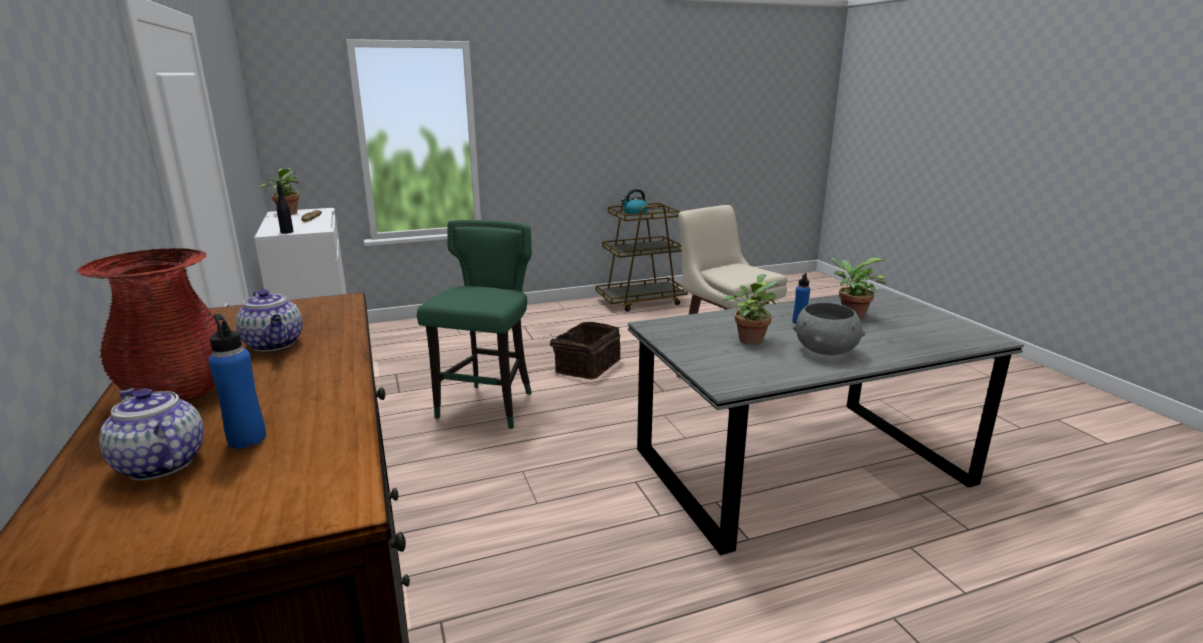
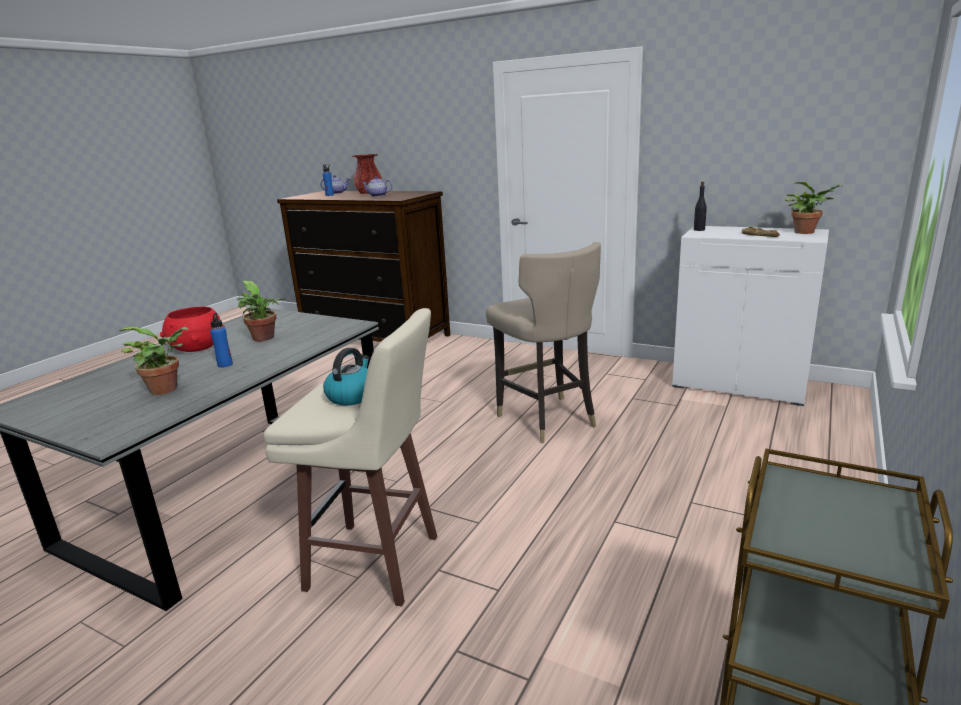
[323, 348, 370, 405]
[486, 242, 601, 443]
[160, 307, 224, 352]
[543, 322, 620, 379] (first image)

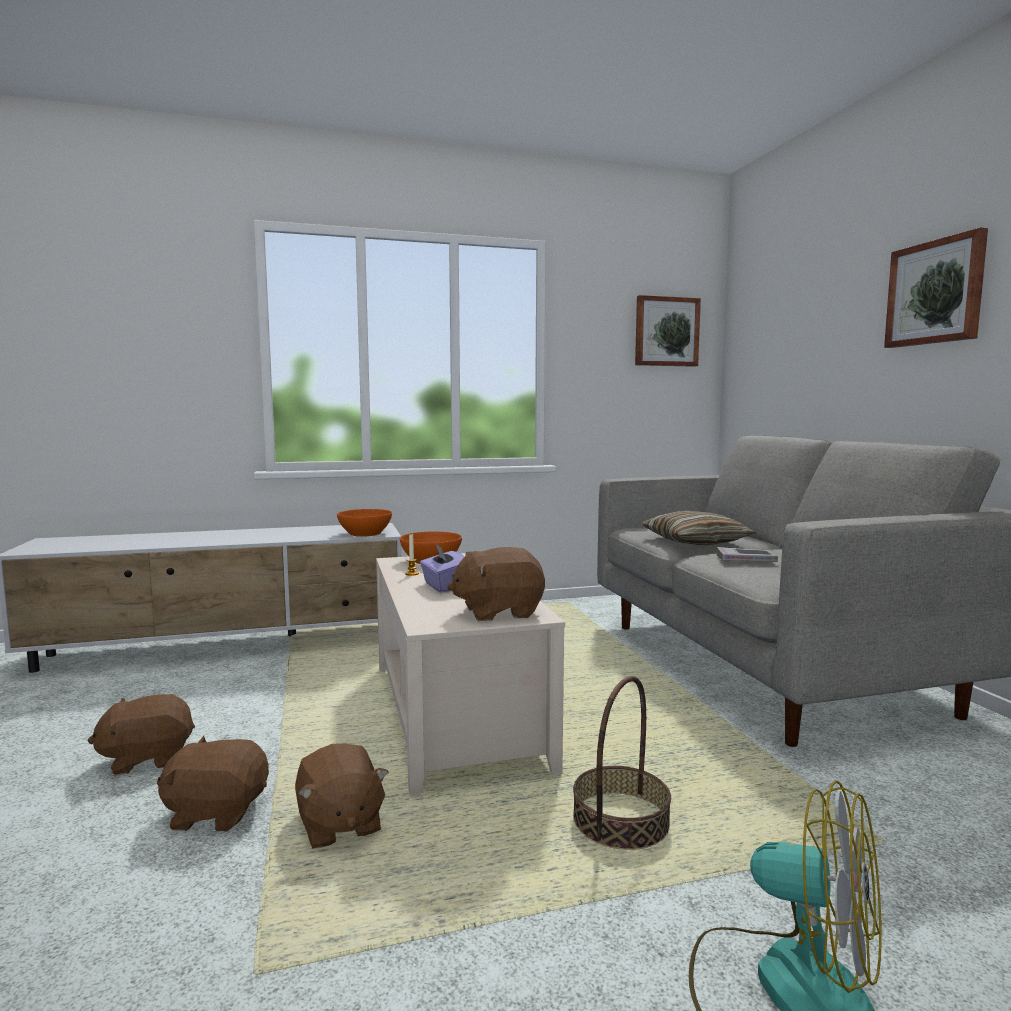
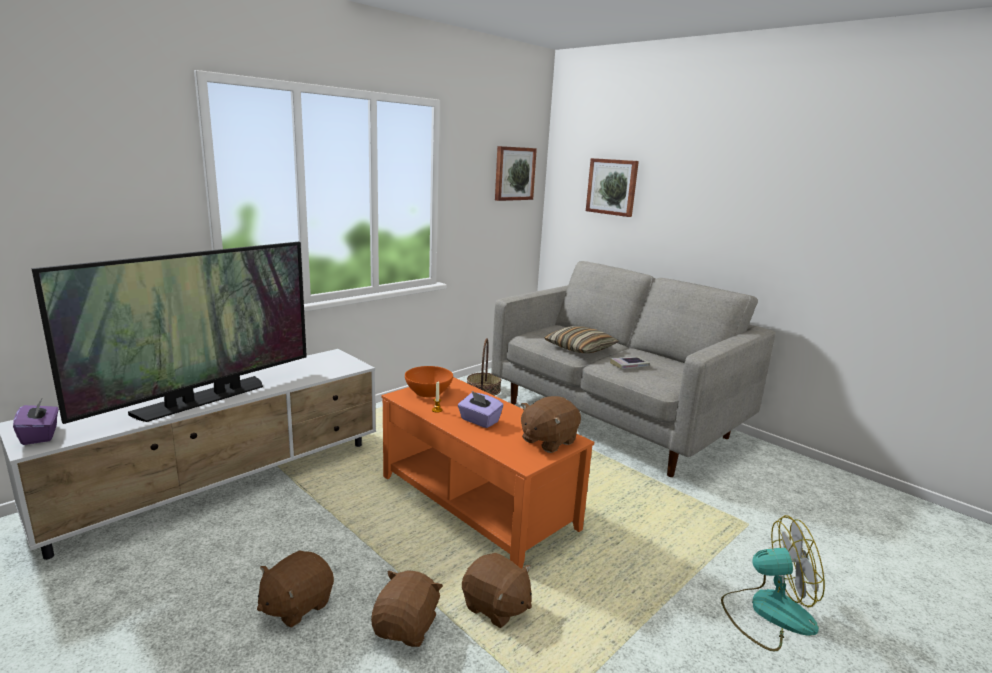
[586, 158, 639, 217]
[337, 509, 392, 537] (first image)
[382, 377, 594, 569]
[467, 338, 501, 396]
[371, 570, 443, 647]
[32, 242, 307, 424]
[13, 397, 58, 445]

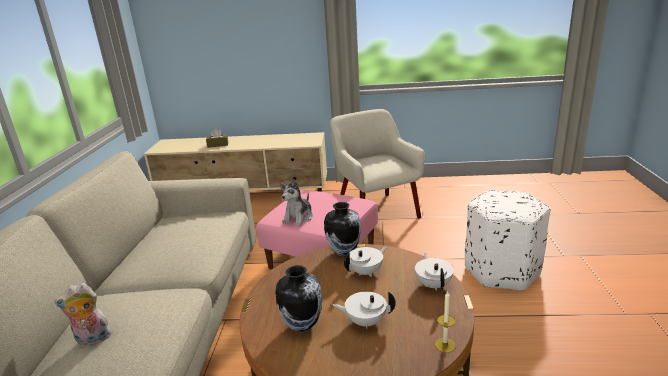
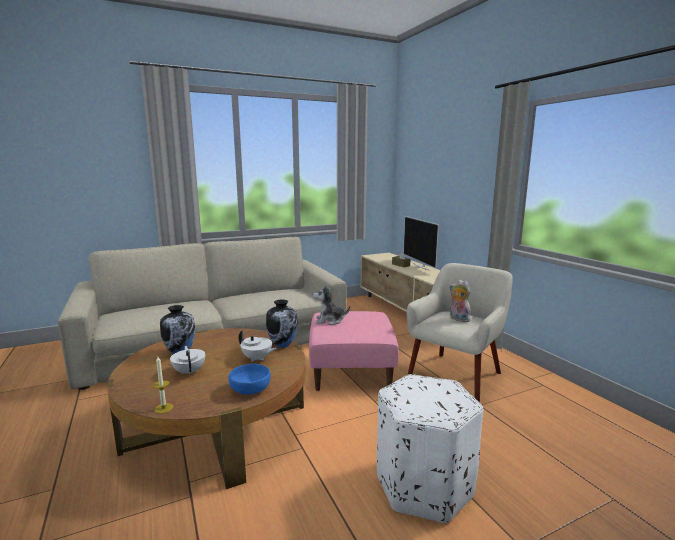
[228, 364, 270, 395]
[449, 280, 471, 322]
[403, 216, 439, 270]

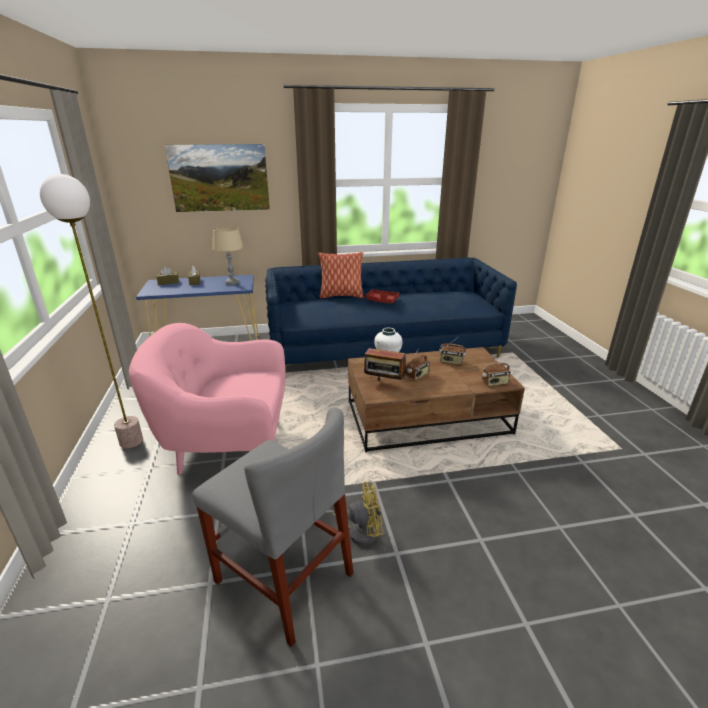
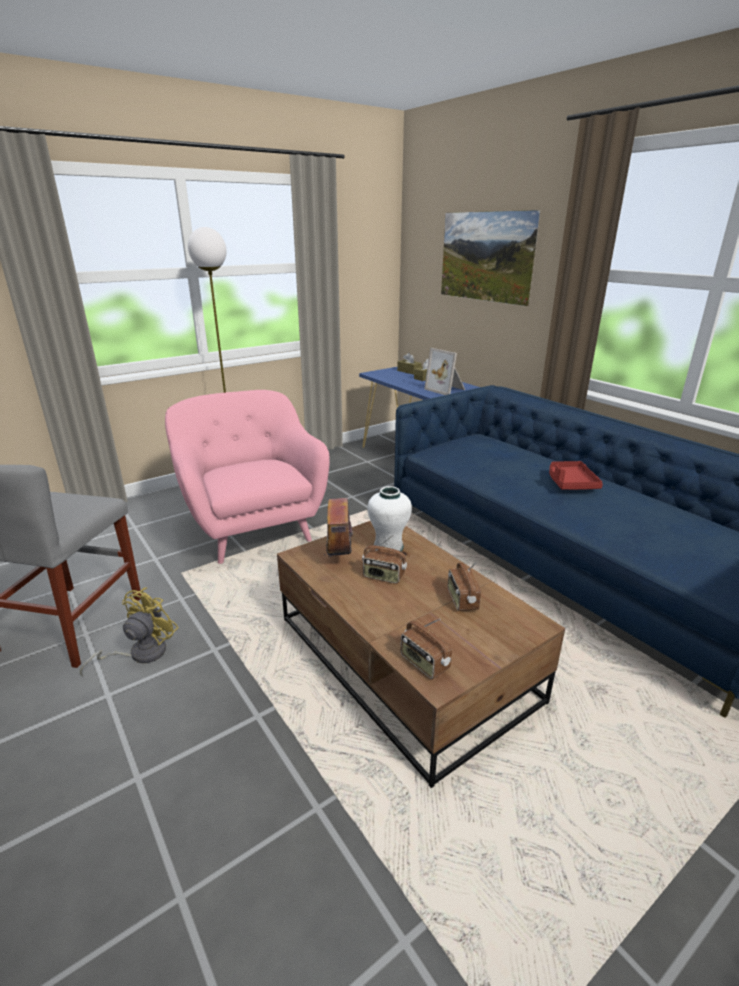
[424, 348, 465, 395]
[318, 252, 364, 298] (first image)
[80, 587, 179, 676]

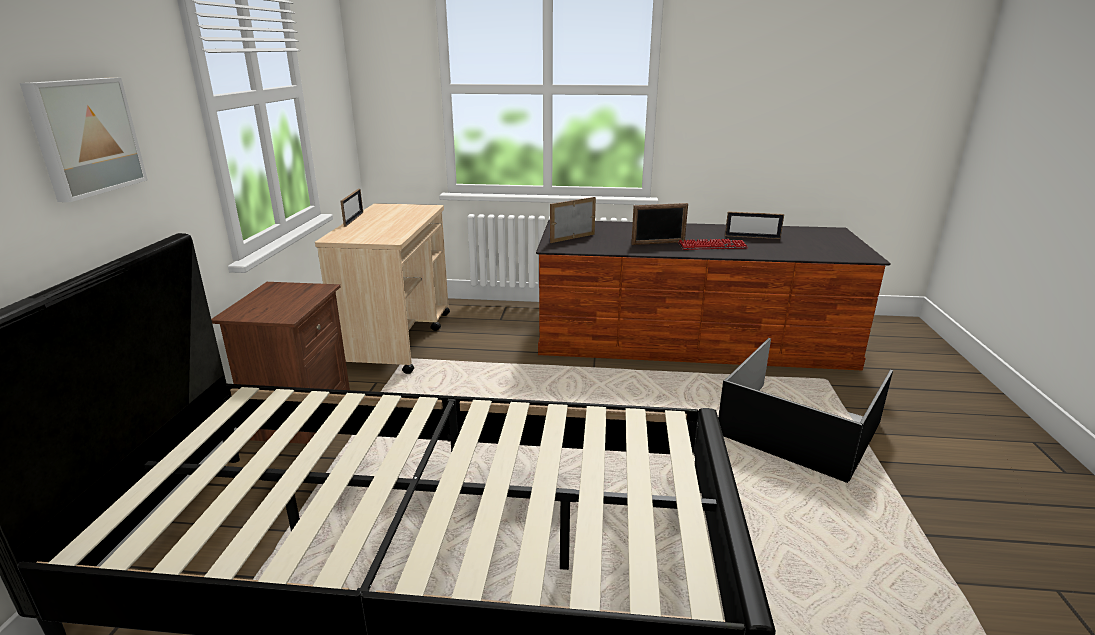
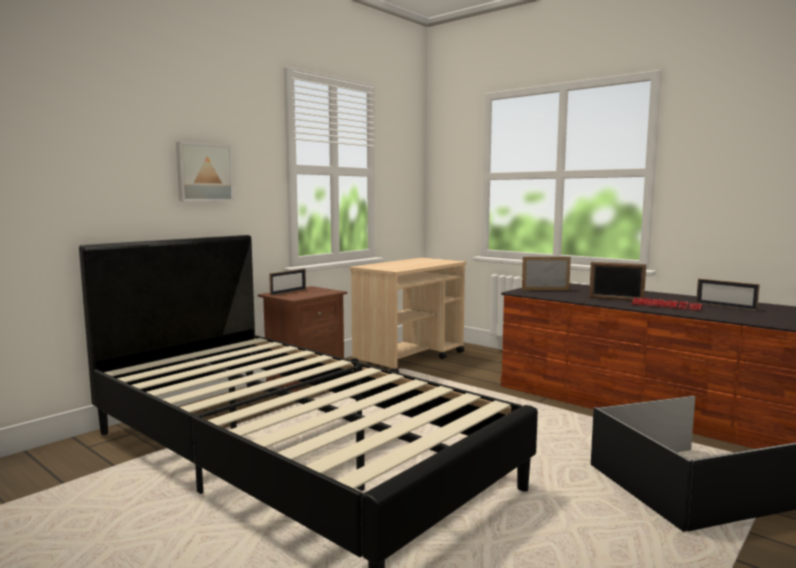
[269, 269, 306, 296]

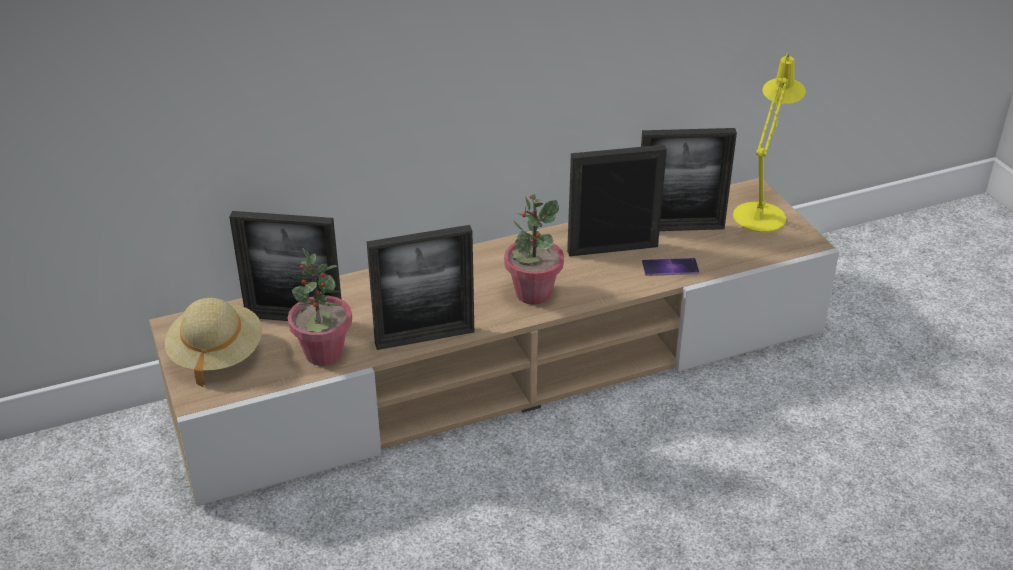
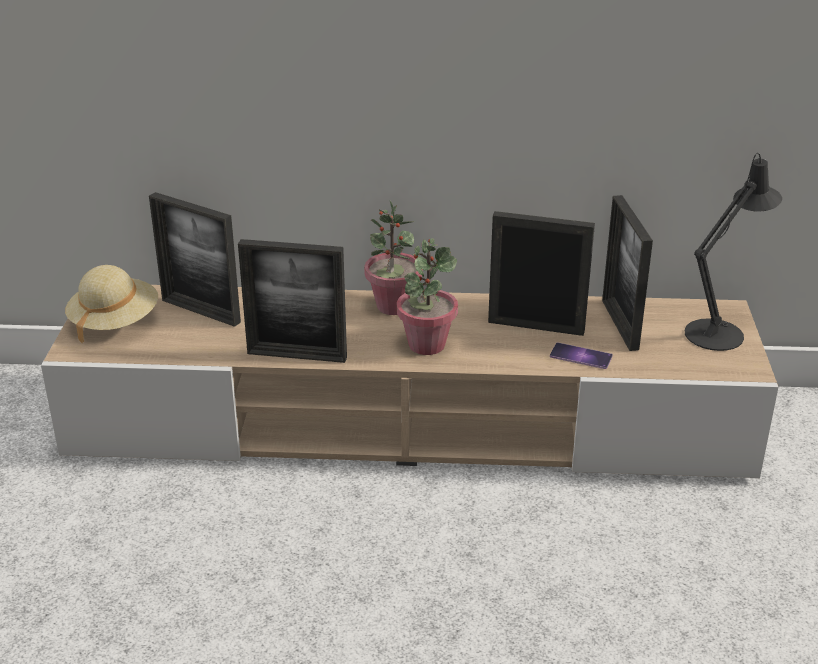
[685, 153, 782, 351]
[602, 195, 653, 351]
[364, 201, 423, 315]

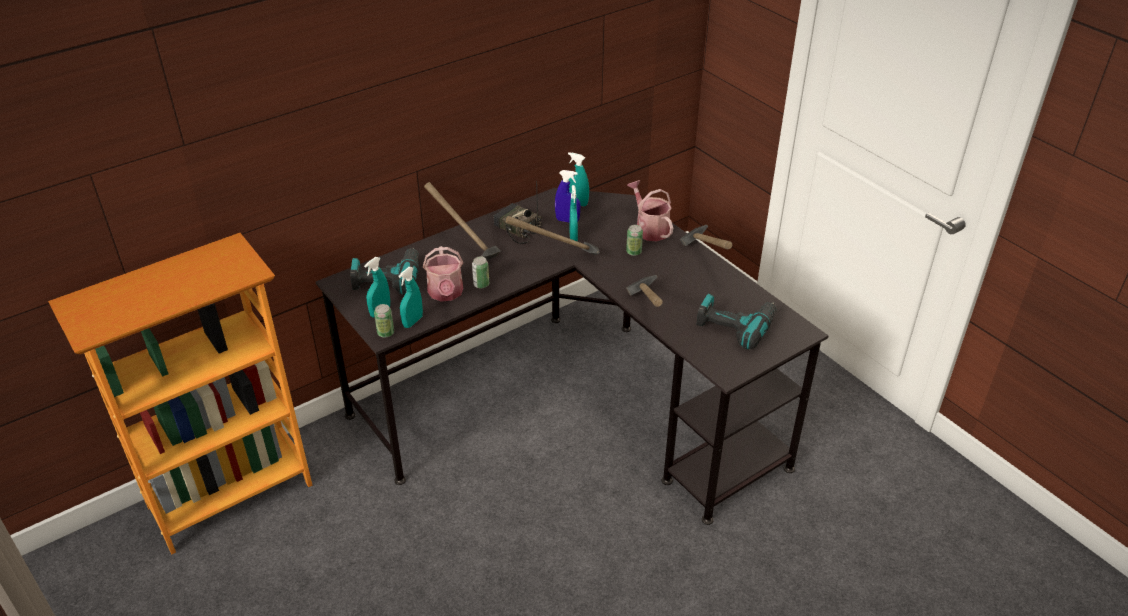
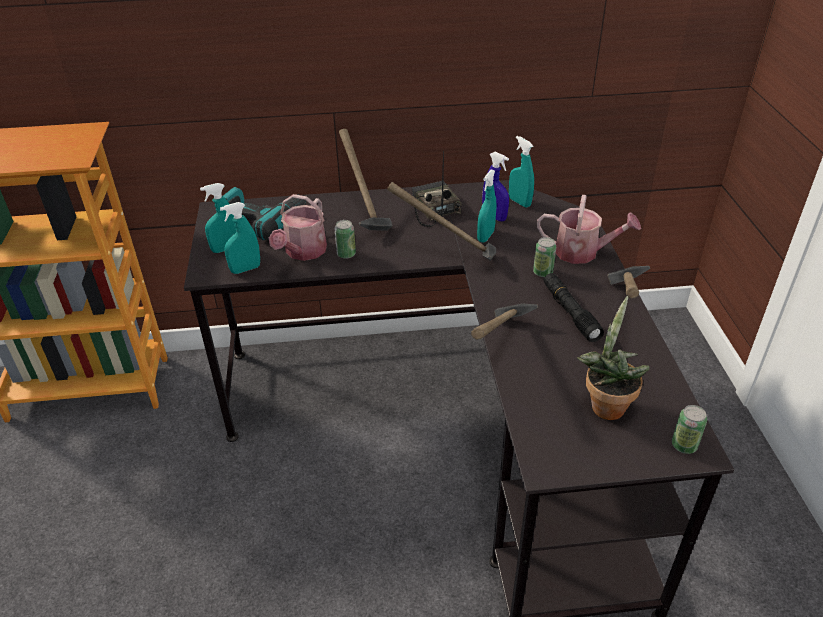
[537, 195, 641, 264]
[577, 296, 650, 420]
[672, 405, 707, 454]
[544, 273, 604, 342]

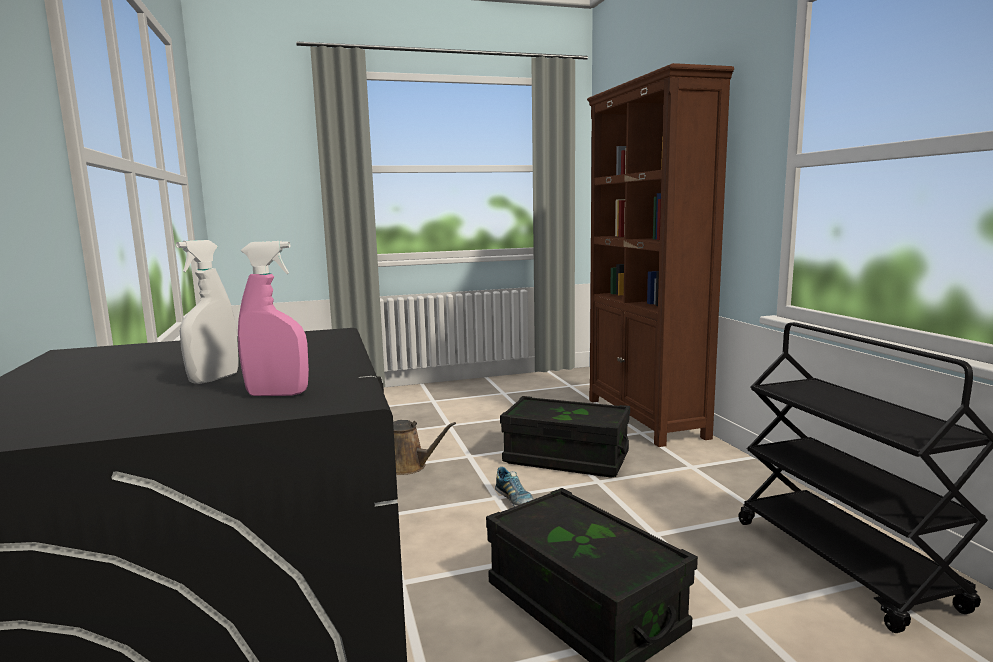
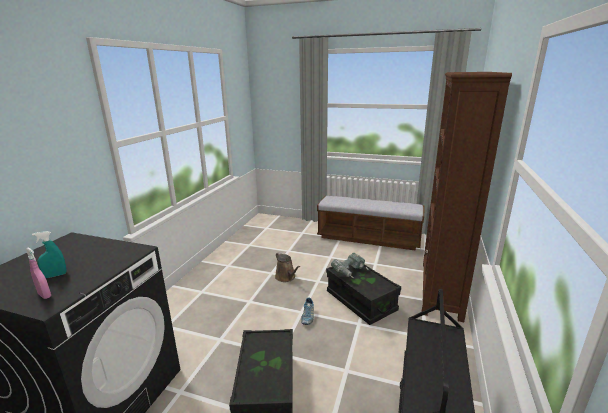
[32, 231, 67, 278]
[317, 196, 425, 251]
[331, 253, 369, 278]

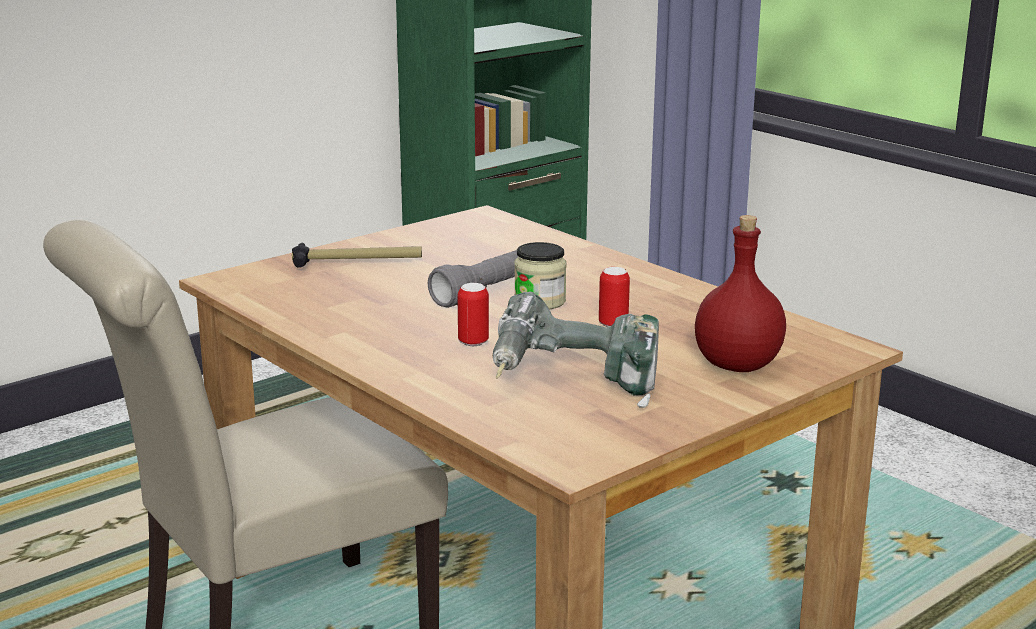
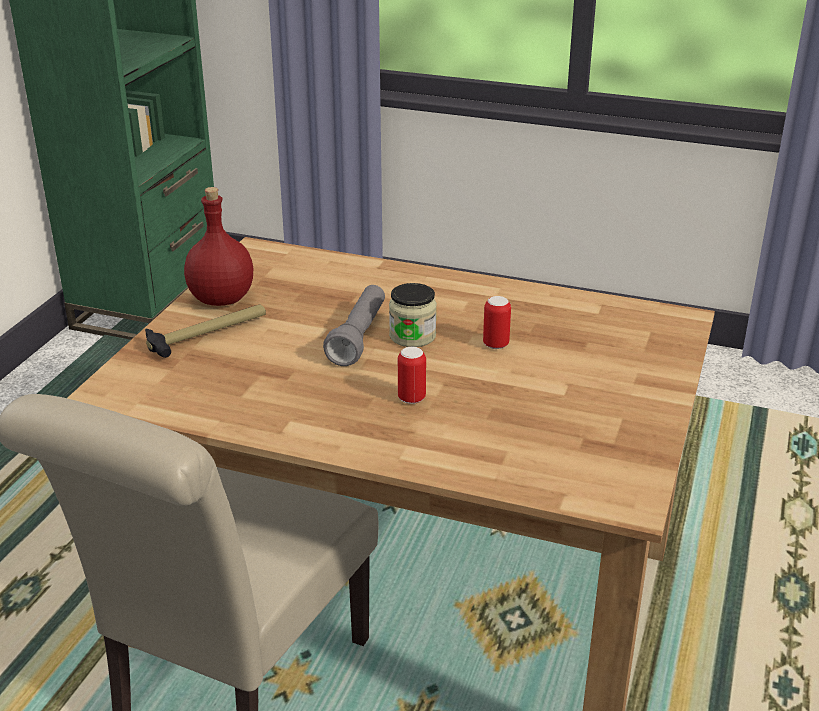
[184, 187, 253, 306]
[493, 291, 659, 408] (first image)

